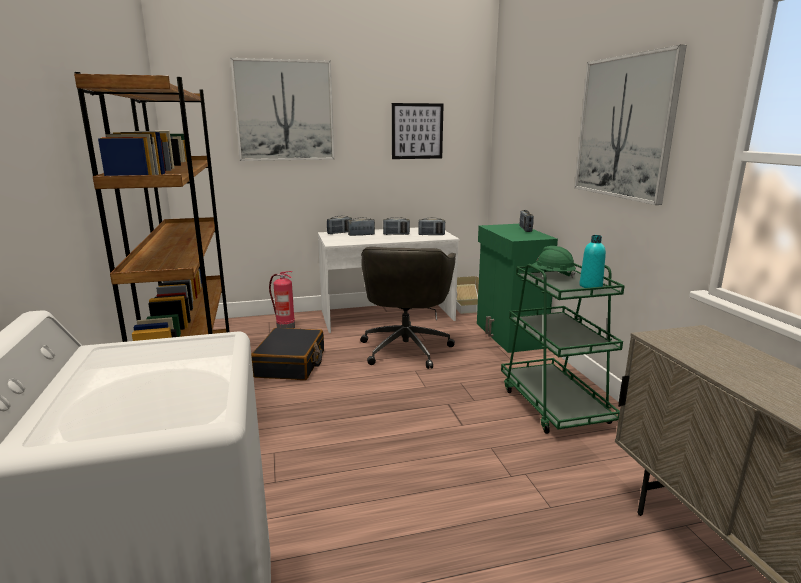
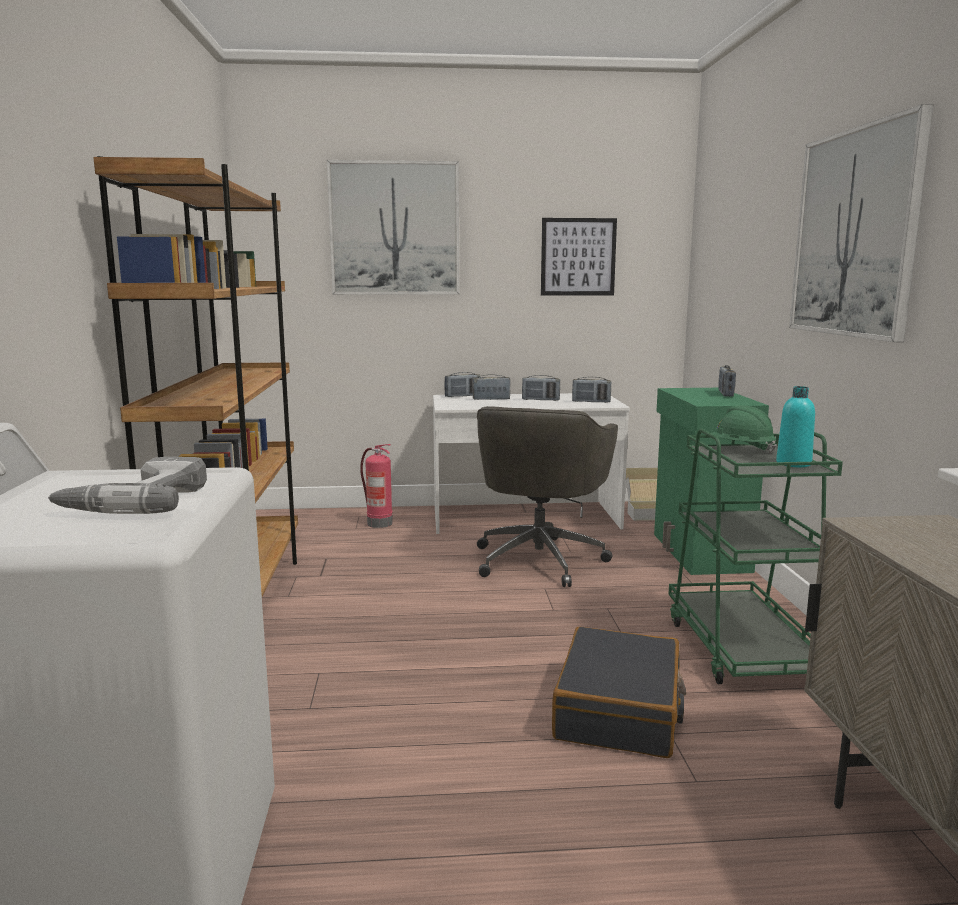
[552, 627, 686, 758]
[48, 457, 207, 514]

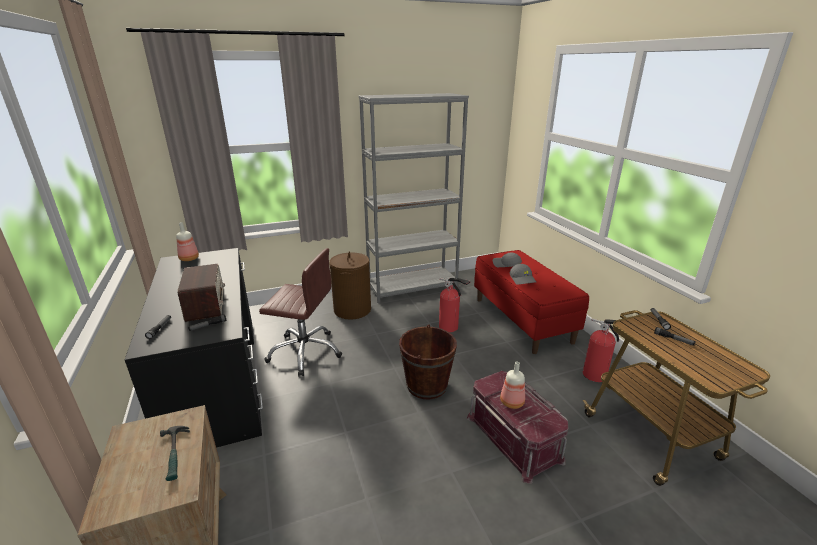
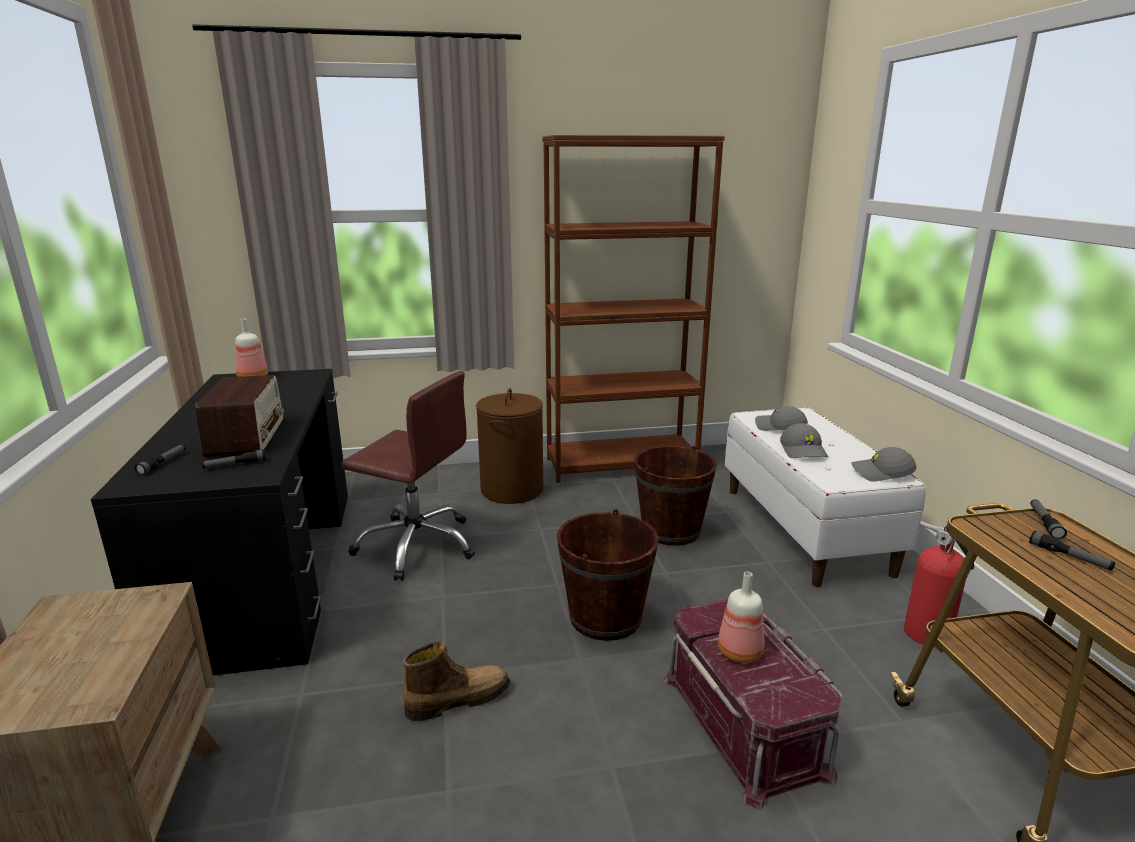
[542, 135, 725, 483]
[725, 408, 926, 587]
[634, 446, 717, 546]
[160, 426, 190, 481] (first image)
[851, 447, 917, 482]
[402, 642, 510, 721]

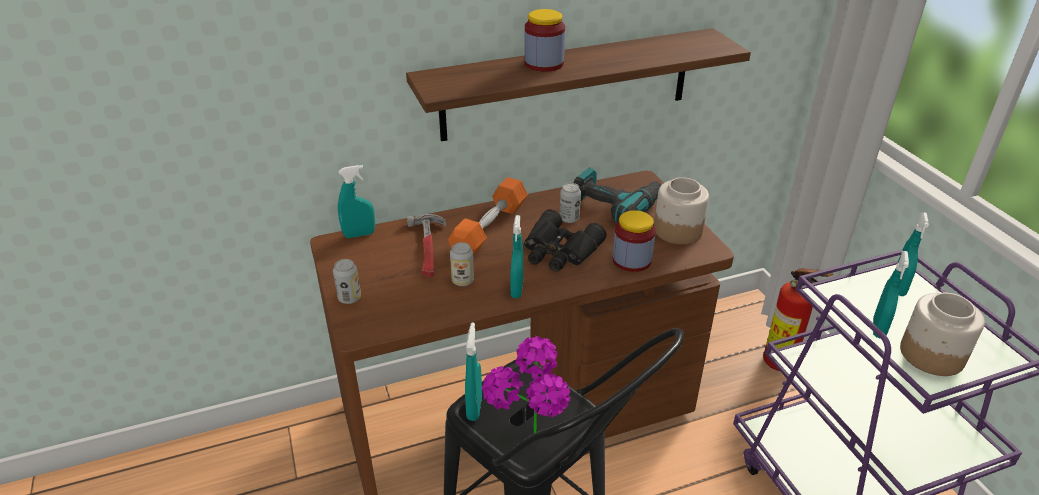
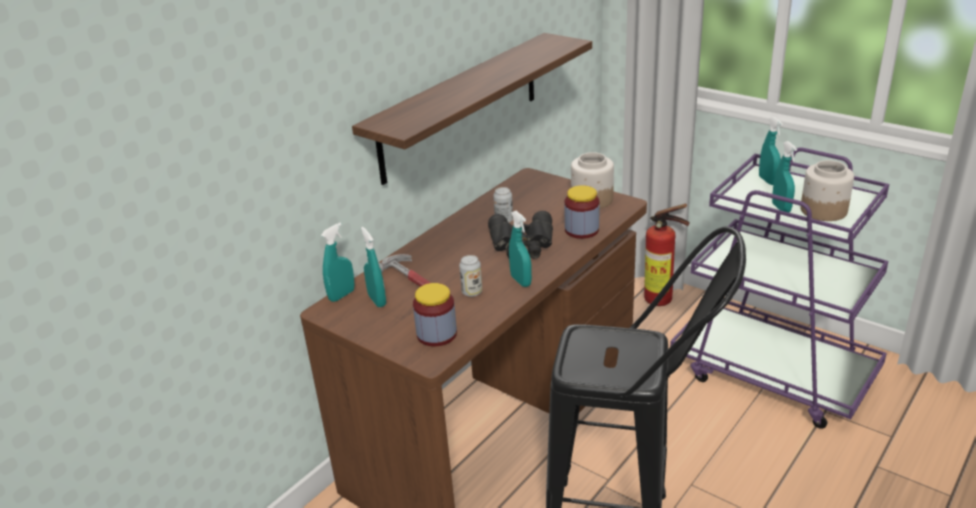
[413, 283, 457, 346]
[574, 167, 663, 223] (first image)
[448, 177, 528, 255] (first image)
[333, 259, 361, 304] (first image)
[361, 227, 386, 307]
[482, 336, 570, 433] (first image)

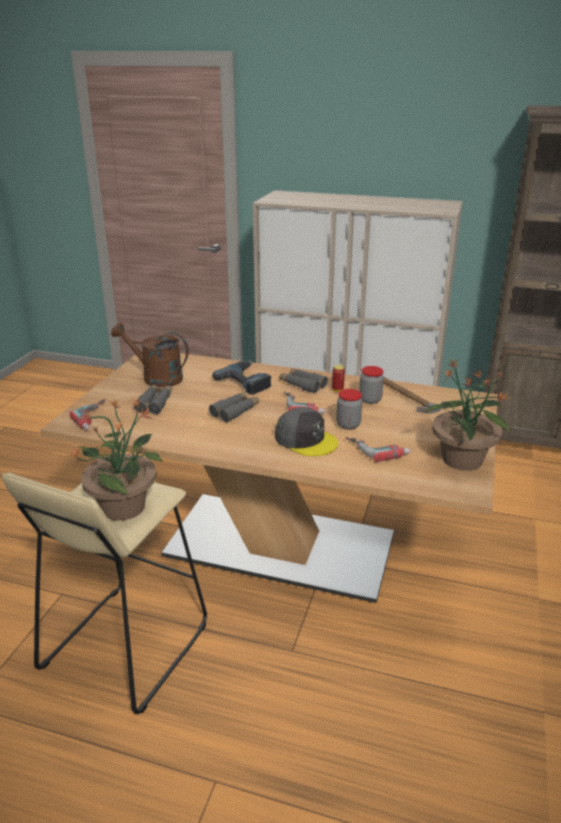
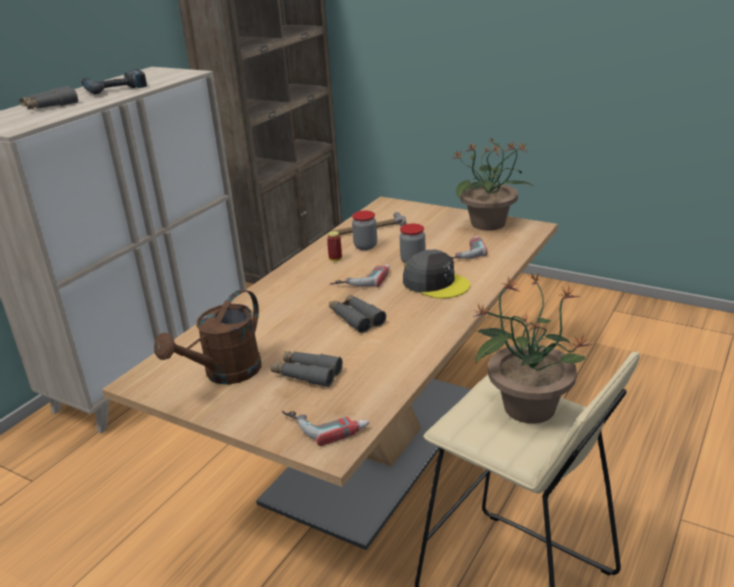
[81, 69, 147, 94]
[19, 86, 78, 109]
[403, 250, 470, 298]

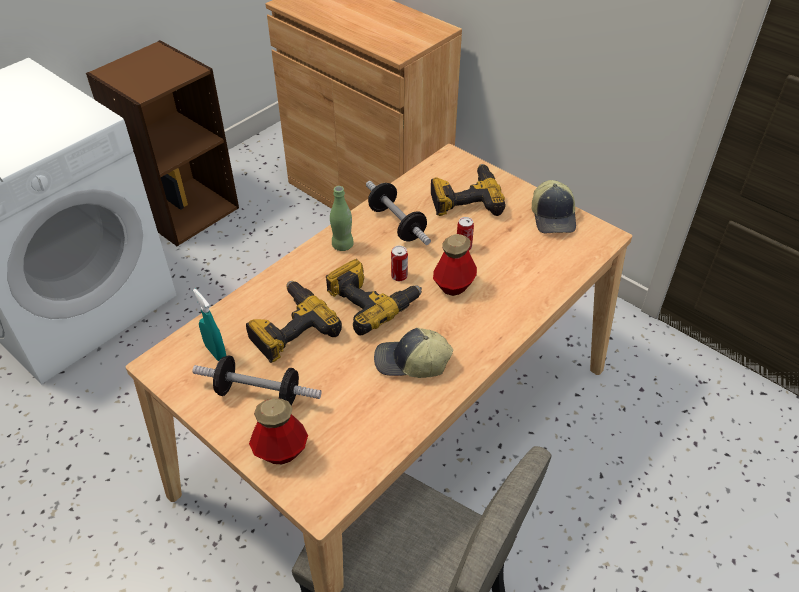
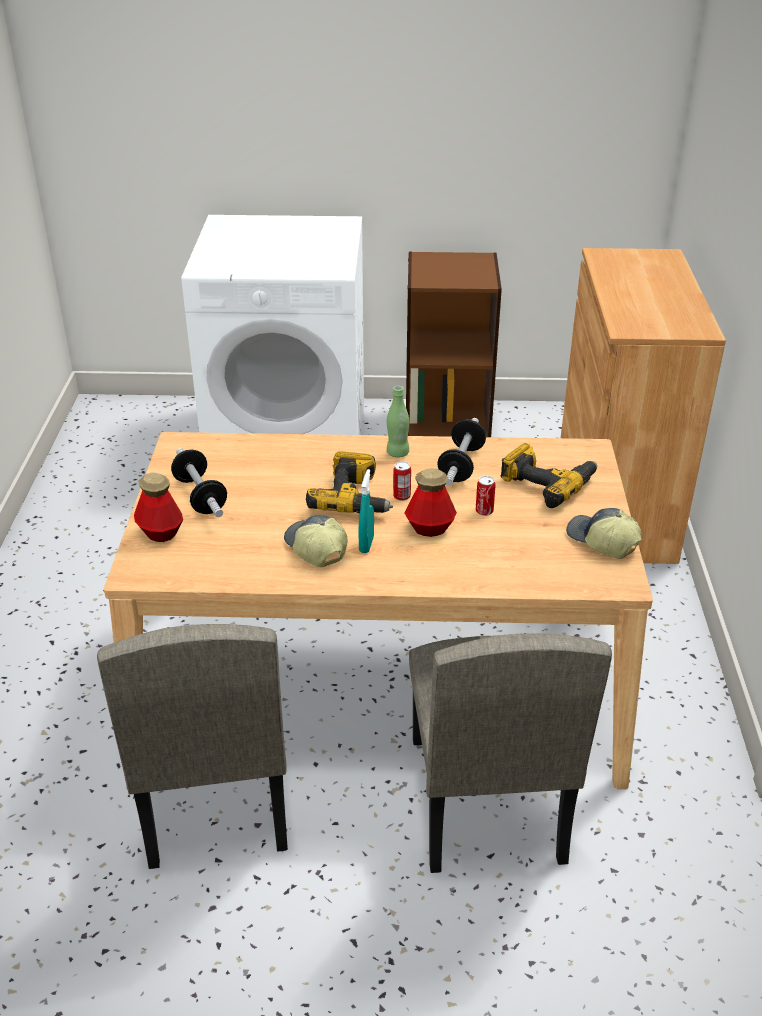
[566, 508, 642, 559]
[246, 281, 342, 363] (first image)
[359, 469, 374, 553]
[409, 634, 612, 873]

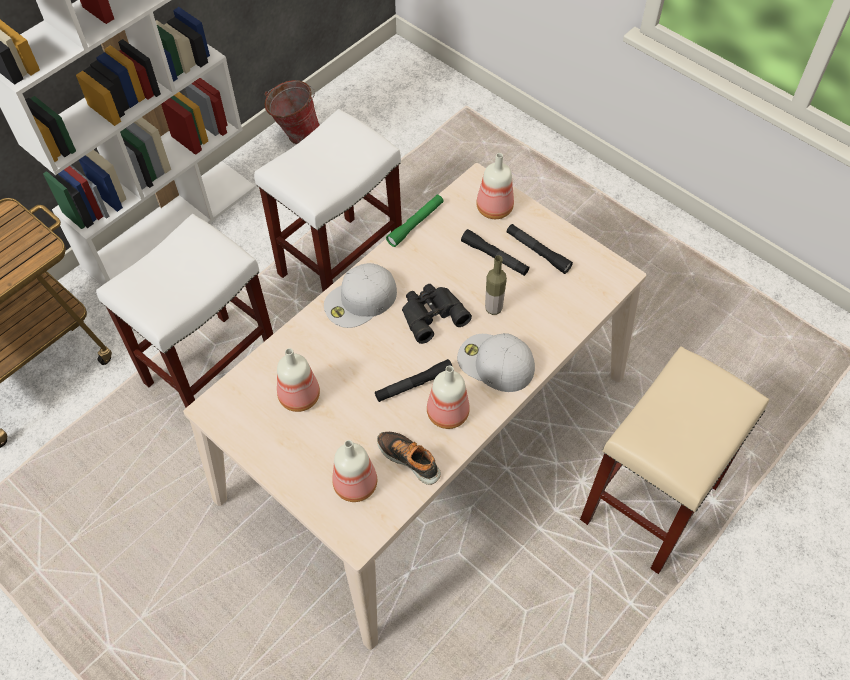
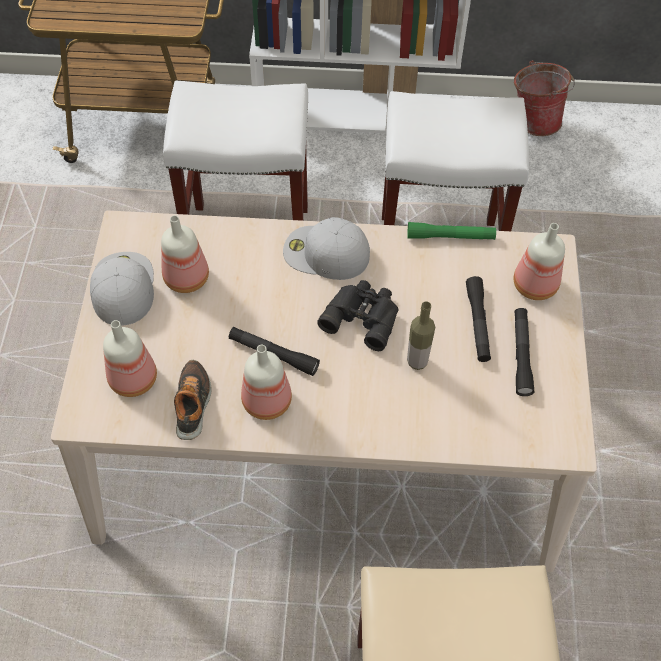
[90, 252, 154, 326]

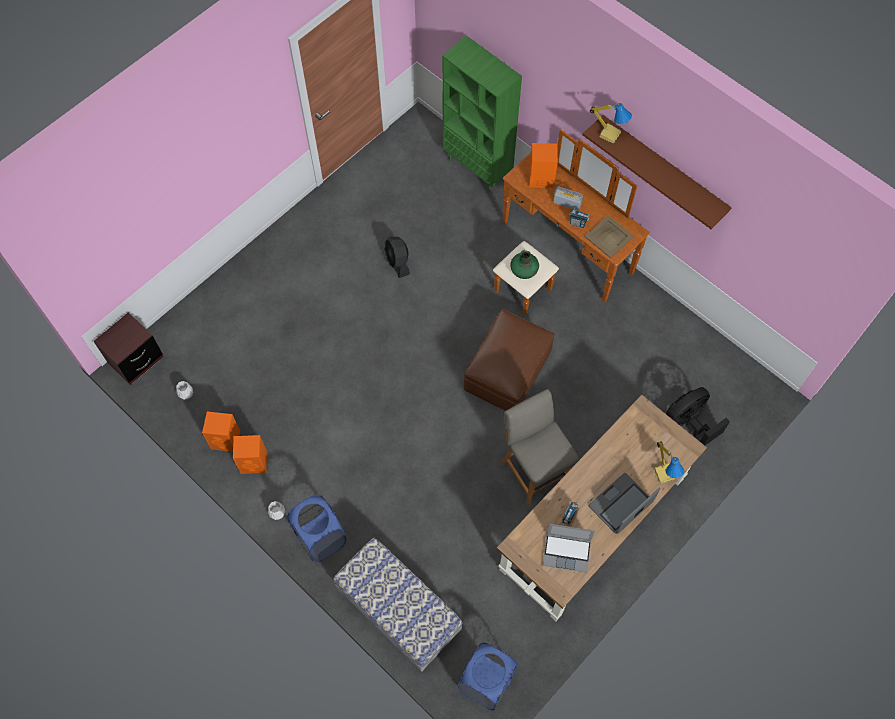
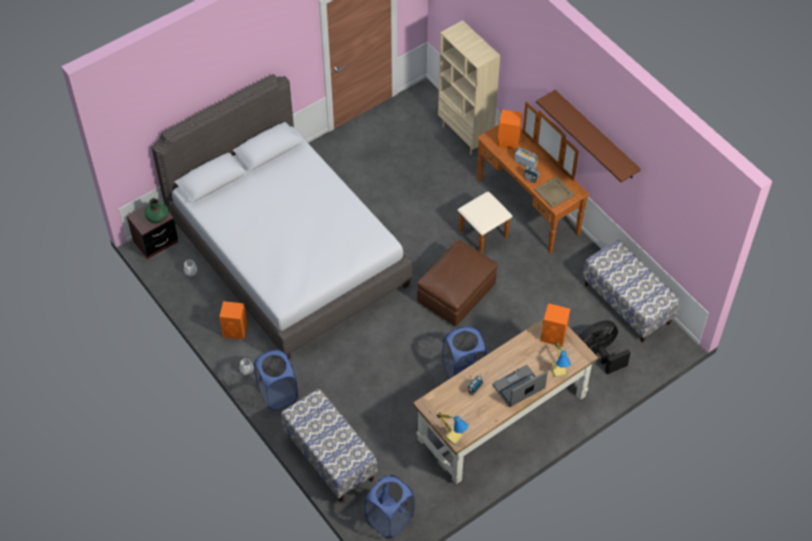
[438, 20, 500, 155]
[437, 412, 468, 446]
[384, 237, 410, 278] (first image)
[145, 198, 169, 223]
[443, 326, 487, 378]
[541, 303, 570, 346]
[543, 524, 595, 573] (first image)
[151, 74, 412, 359]
[583, 240, 680, 343]

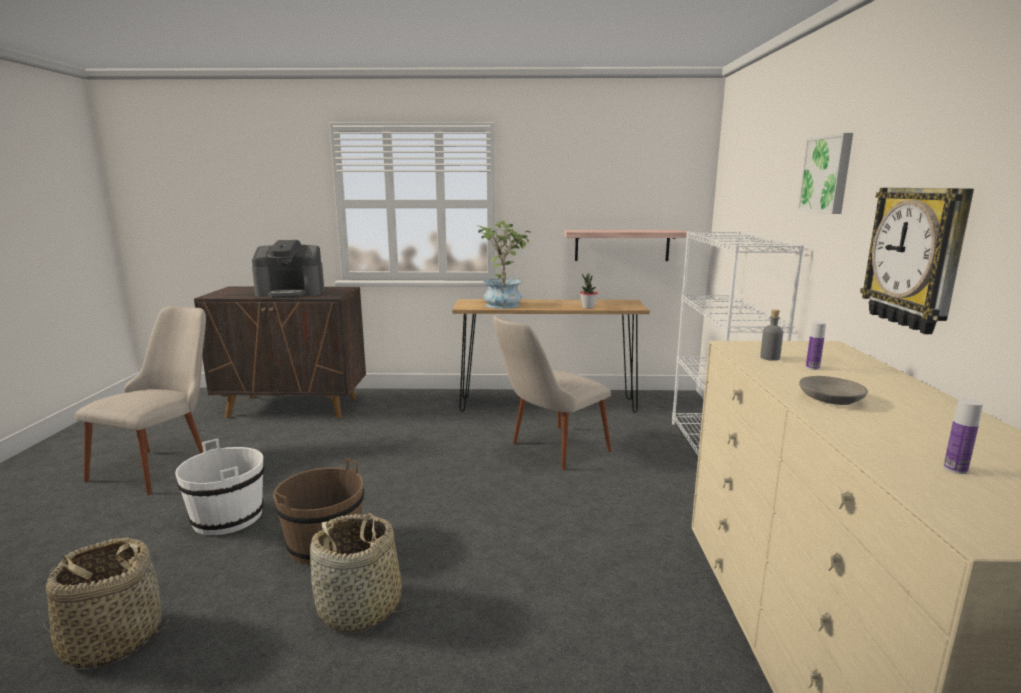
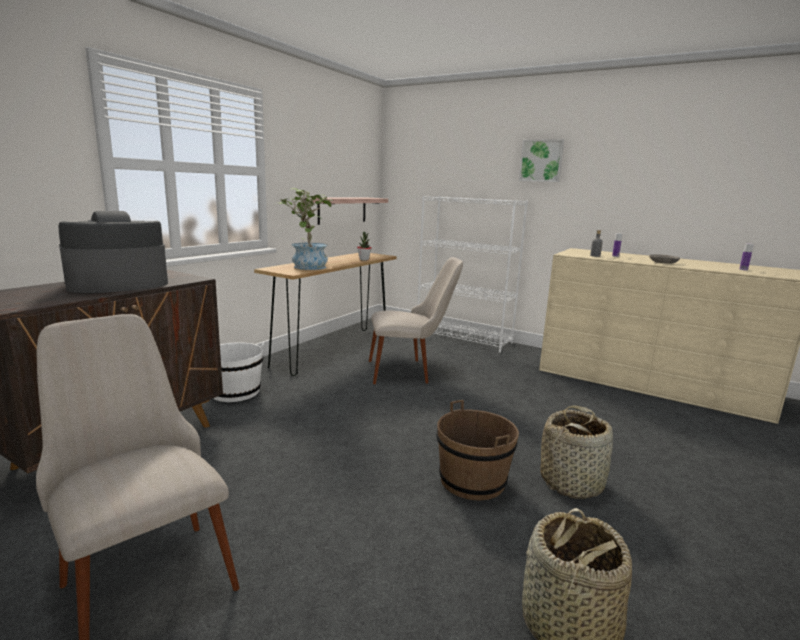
[860, 188, 974, 334] (first image)
[59, 211, 168, 293]
[369, 257, 463, 384]
[213, 342, 264, 402]

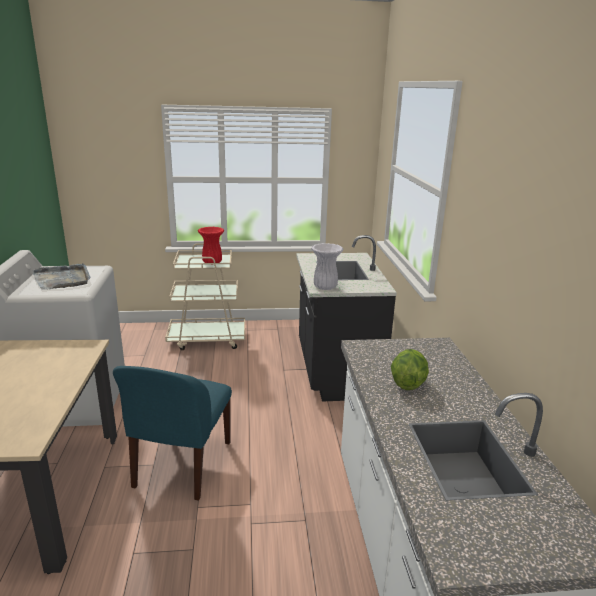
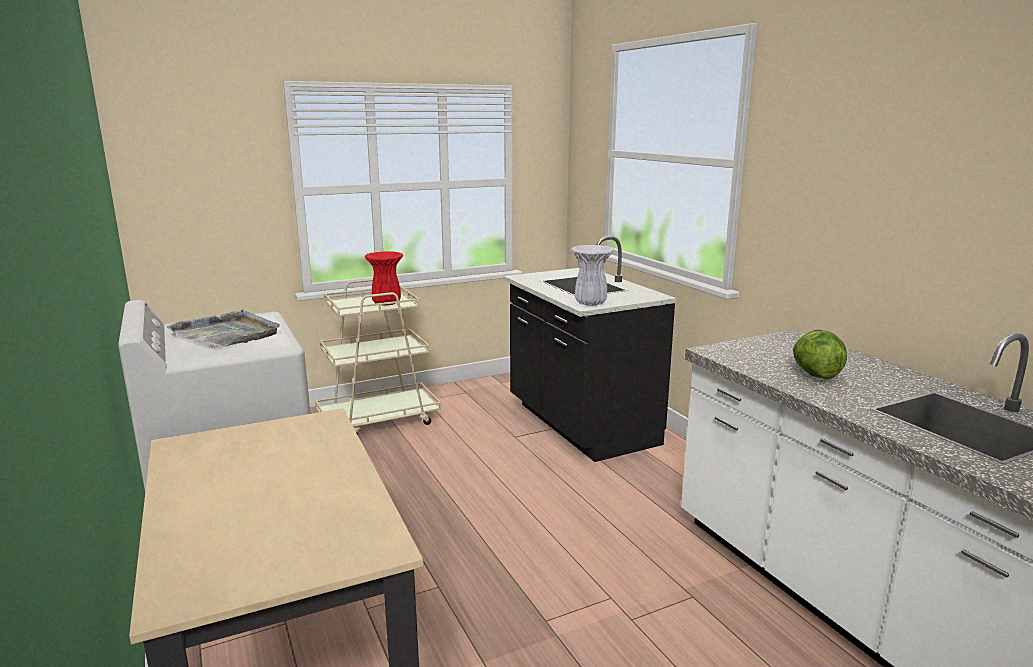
[113, 366, 232, 501] (first image)

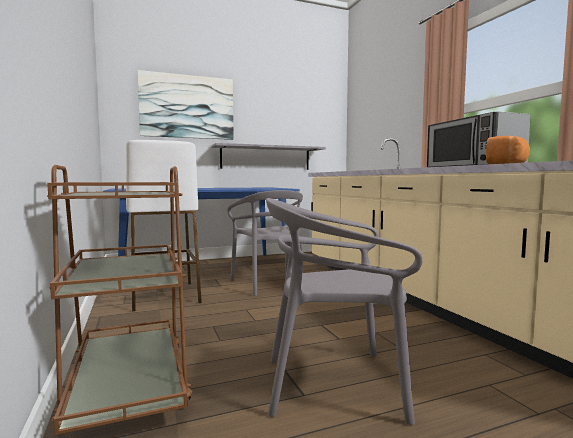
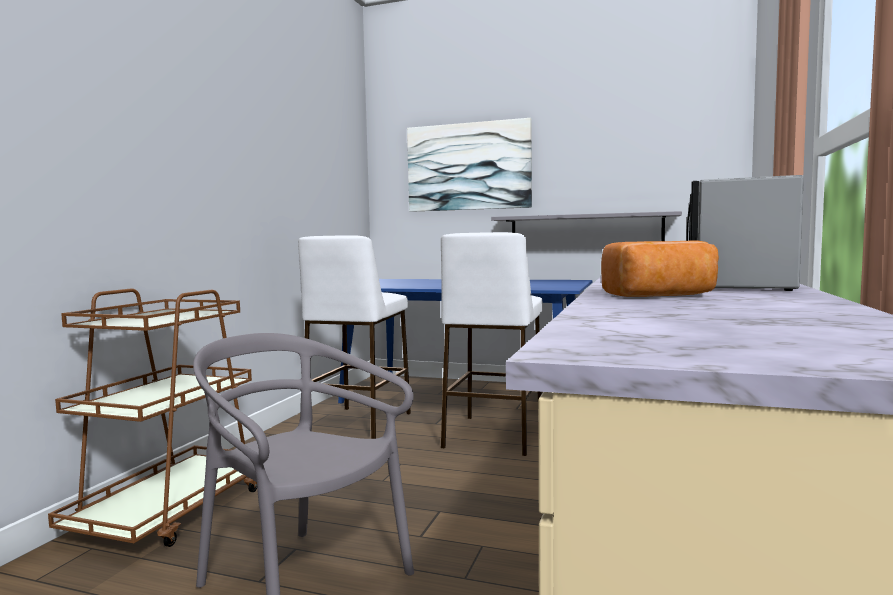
[441, 232, 543, 456]

